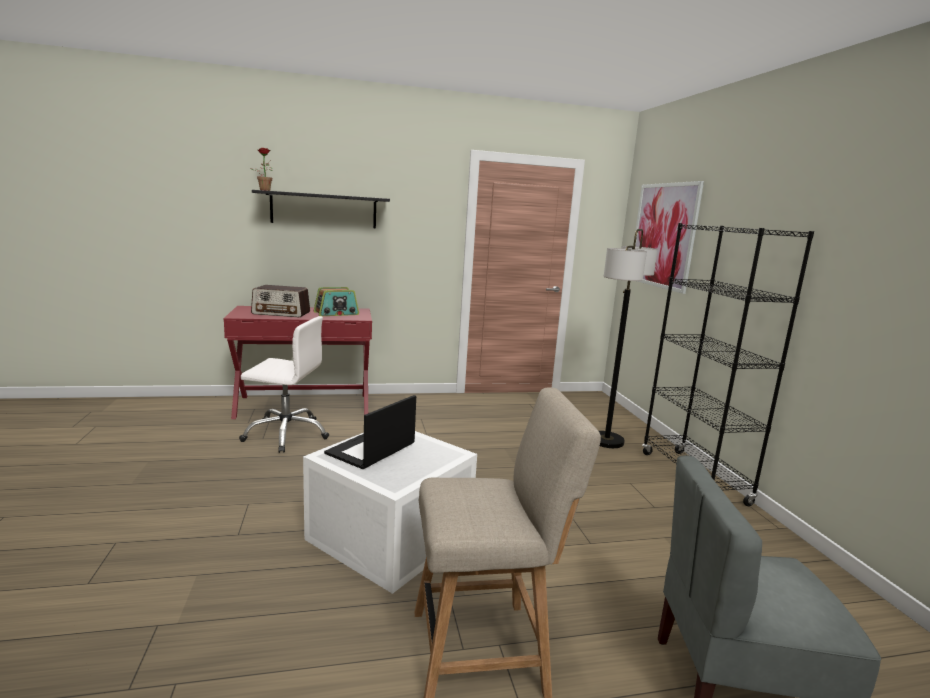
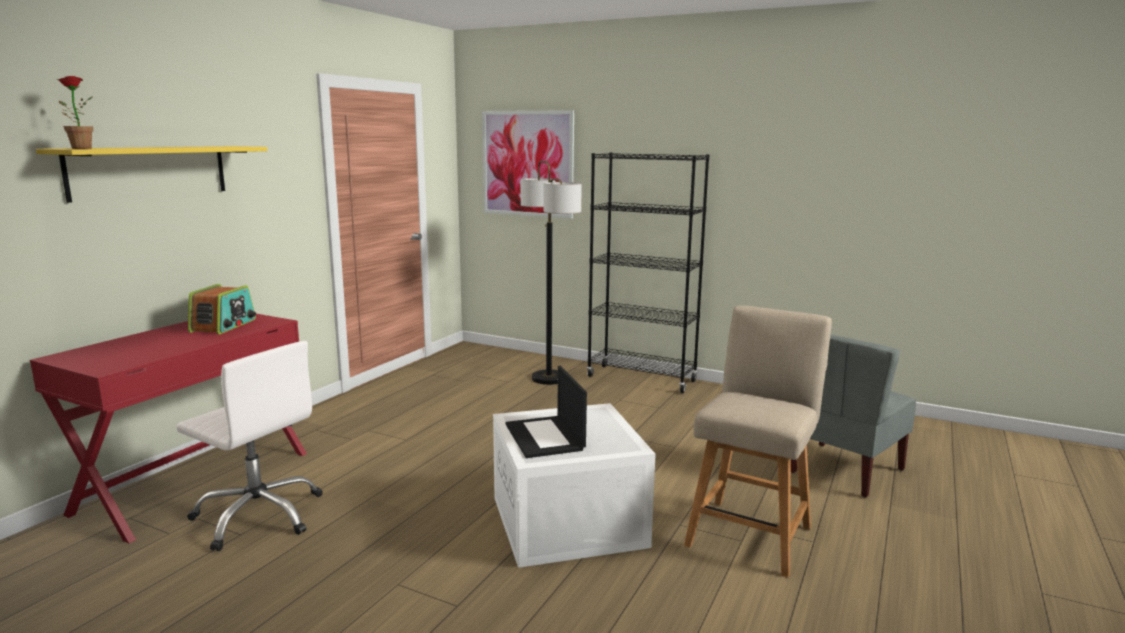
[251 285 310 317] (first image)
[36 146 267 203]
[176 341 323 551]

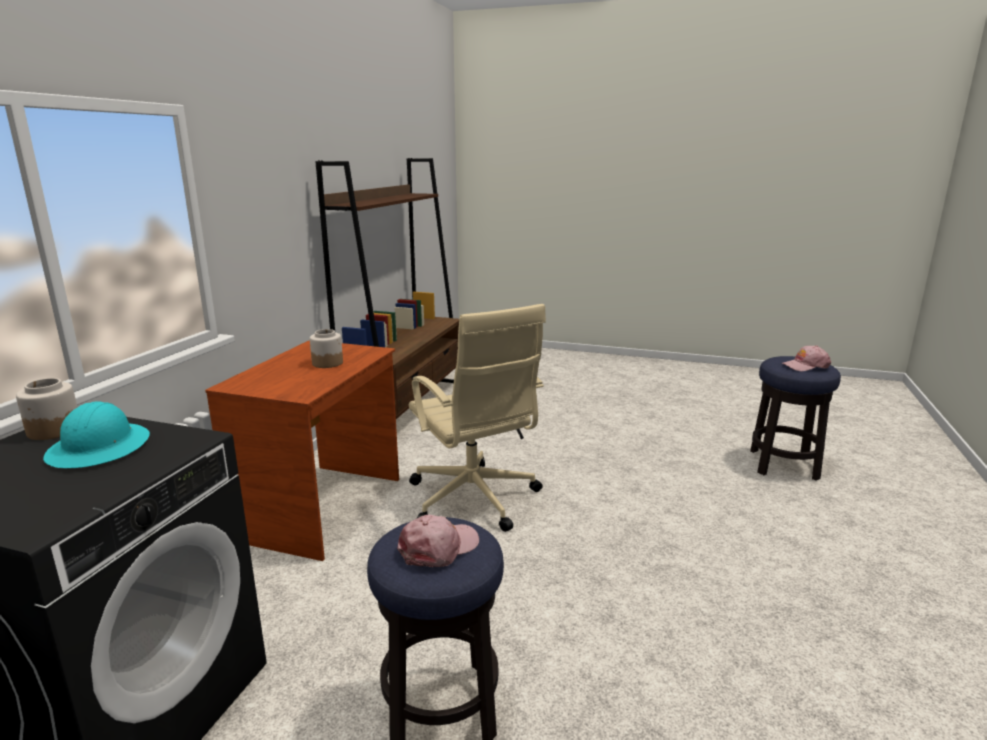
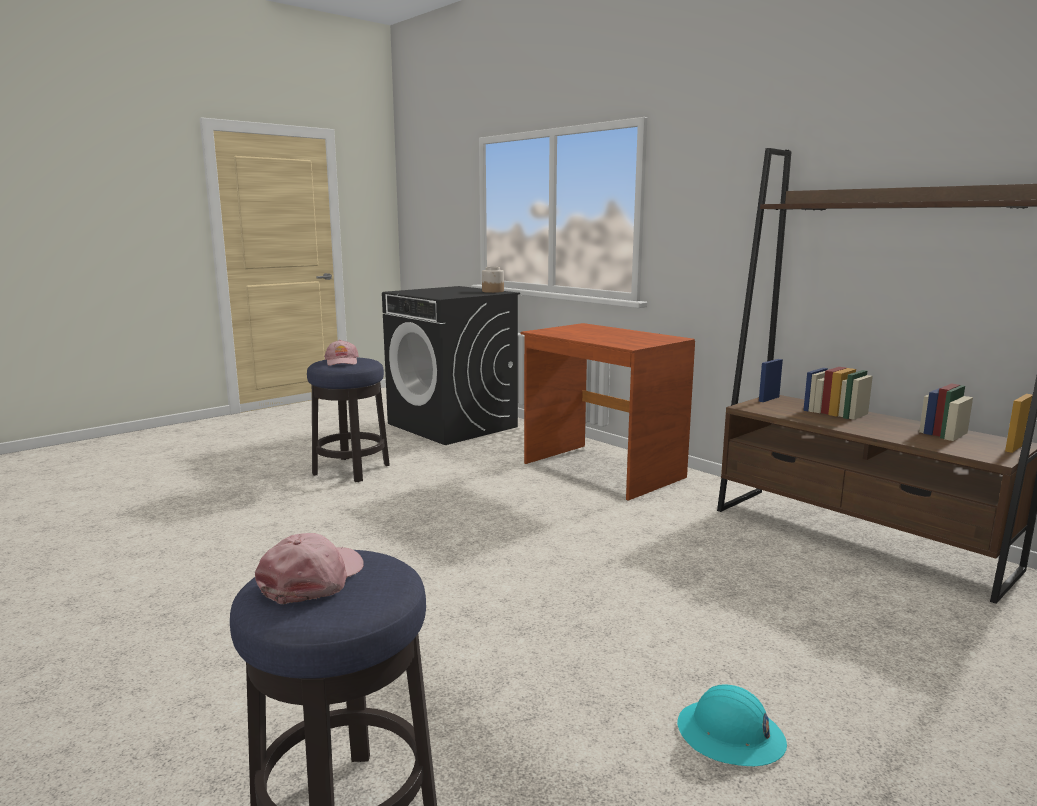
[310 329 343 368] (first image)
[409 304 546 532] (first image)
[677 684 787 766]

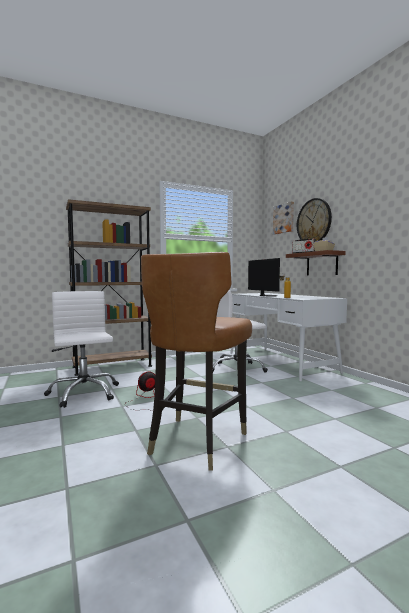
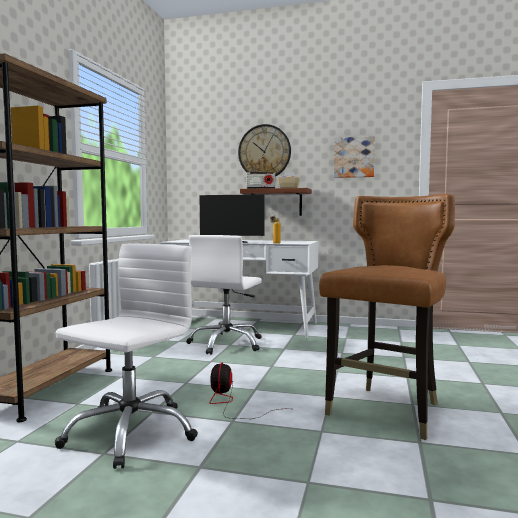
[334 136 375 178]
[55 244 198 469]
[319 194 455 440]

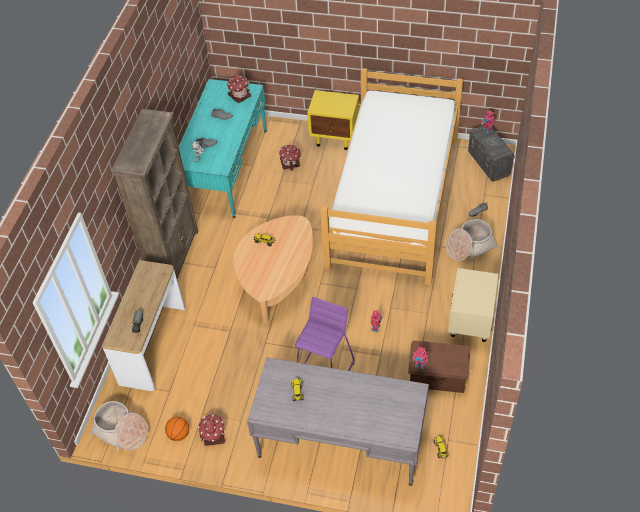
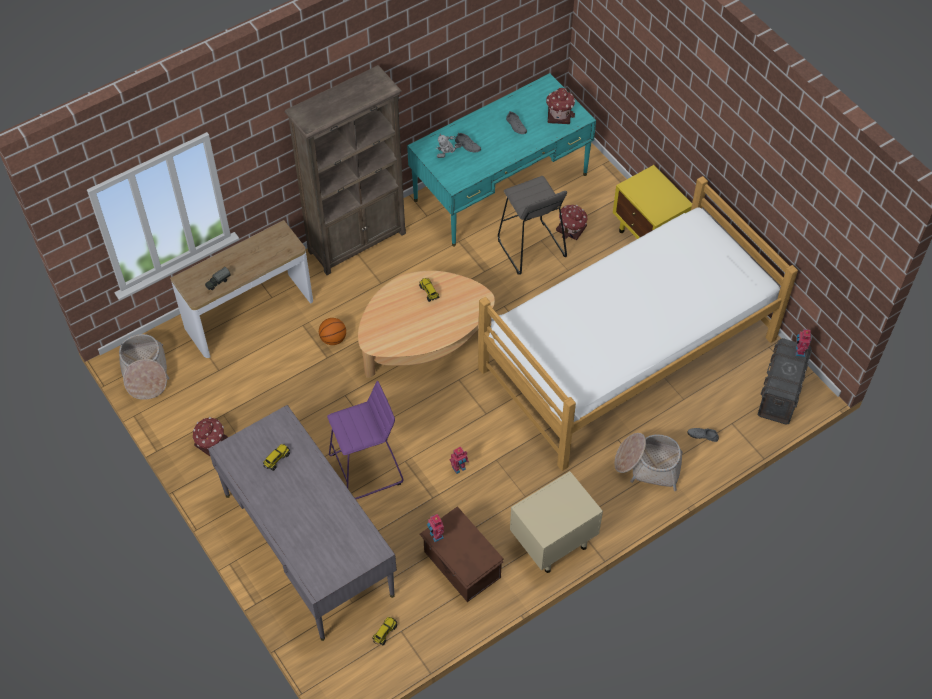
[498 176 567 275]
[319 318 346 345]

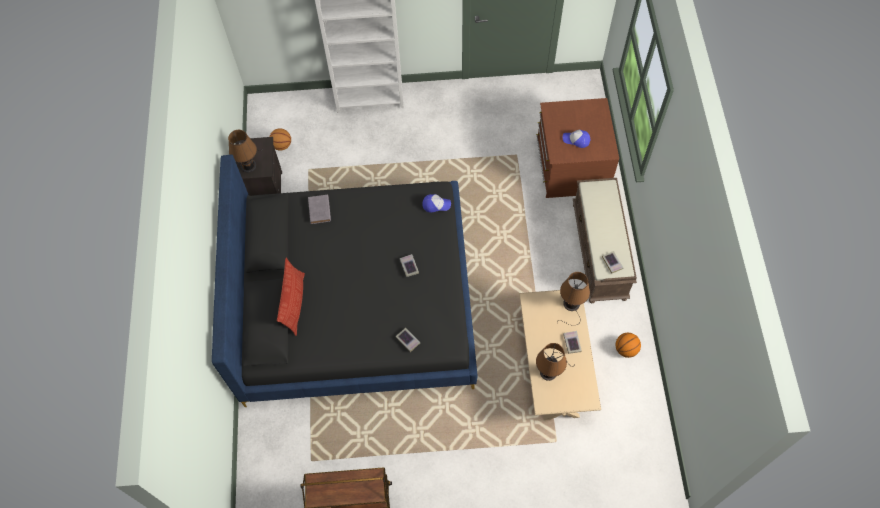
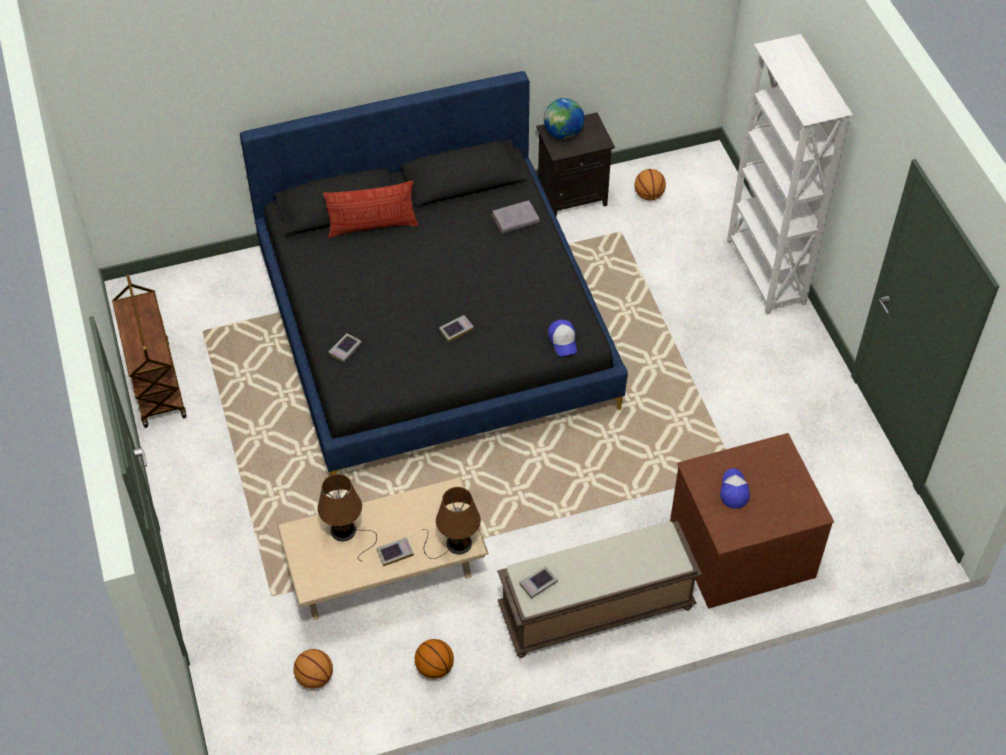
[293 649 333 689]
[544 98 584 139]

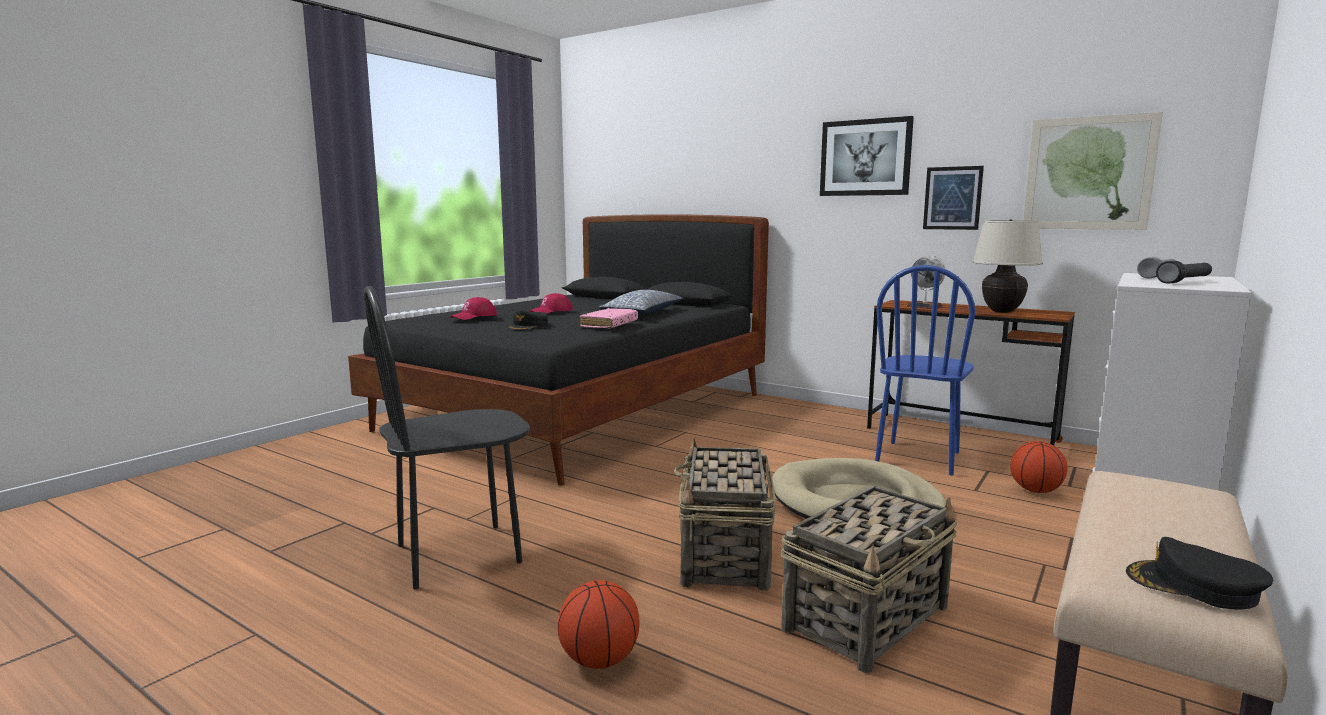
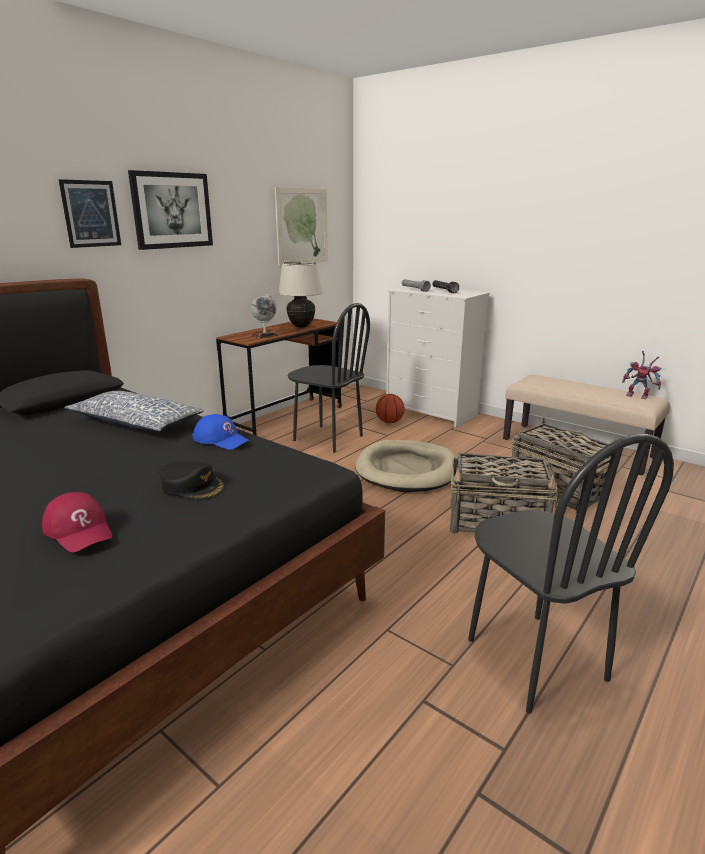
[529 293 573 313] (first image)
[558 580 640 669] (first image)
[58 179 121 248]
[192 414 250 450]
[622 351 662 399]
[287 303 370 453]

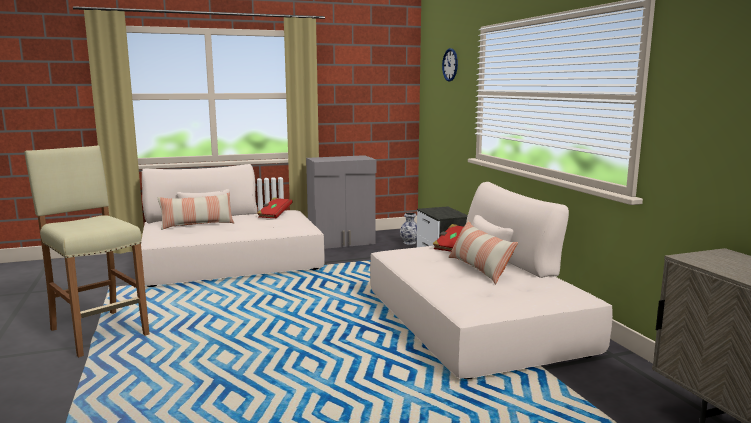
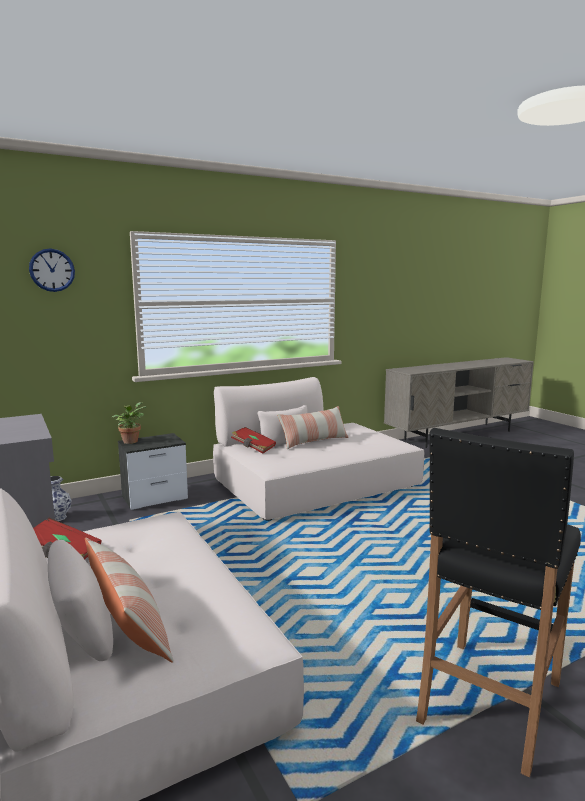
[111 402 147 444]
[416 428 581 778]

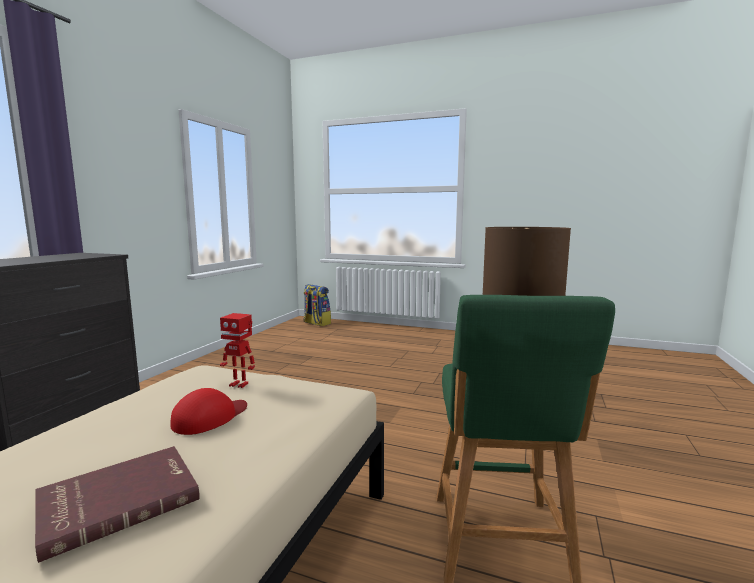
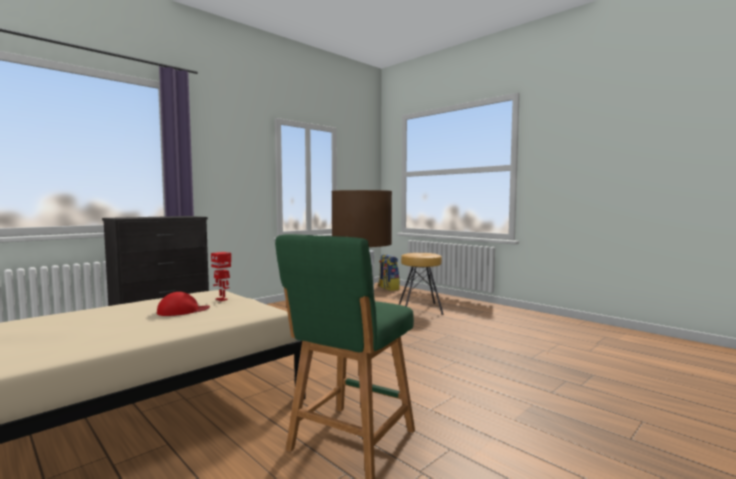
[35 446 200 563] (first image)
[399 253 444 315]

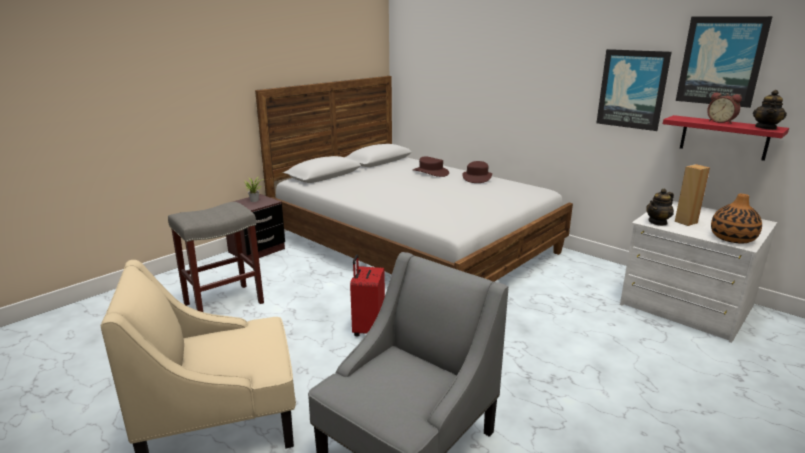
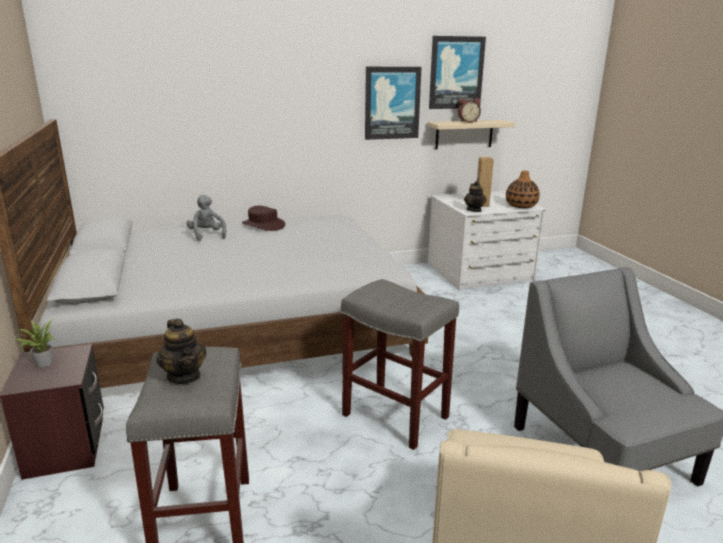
[156 319 206 384]
[341 279 459 450]
[186 195 226 241]
[427 120 515 149]

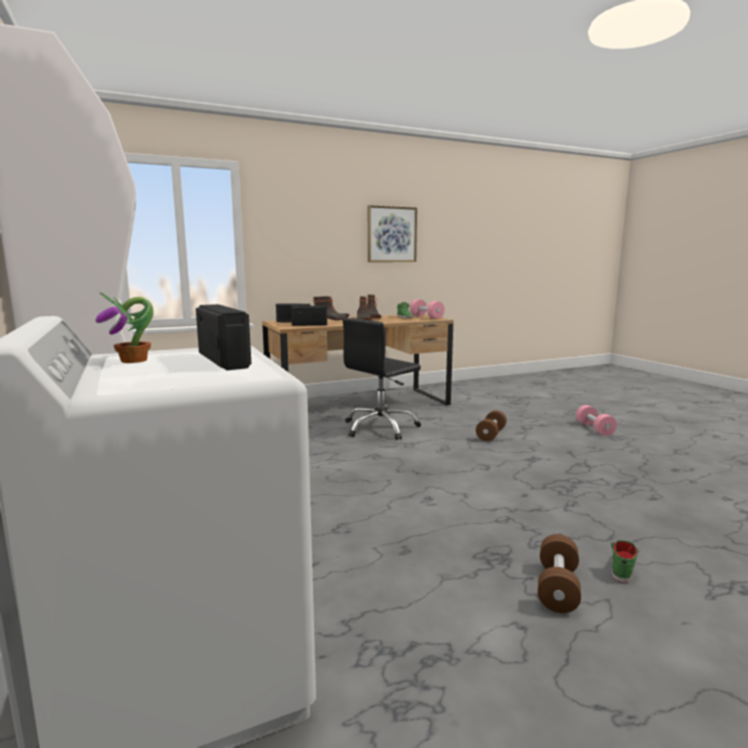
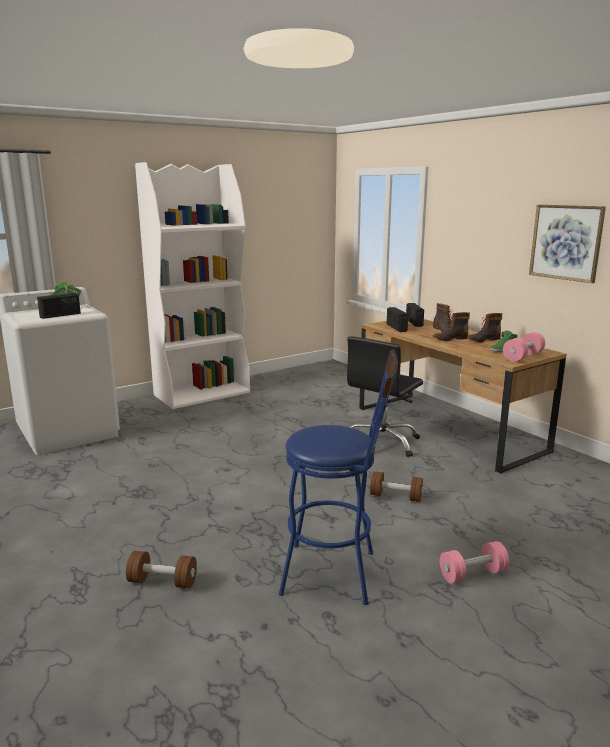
[611 540 640 583] (first image)
[279 349 398 605]
[126 551 197 588]
[347 336 423 457]

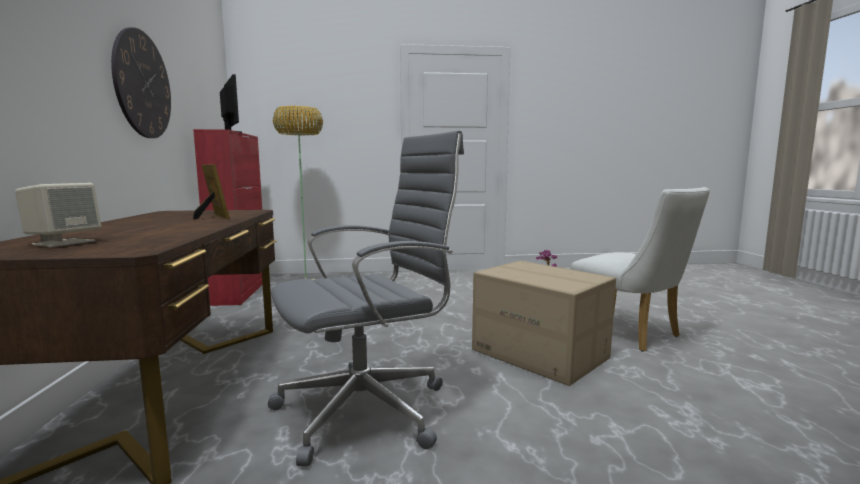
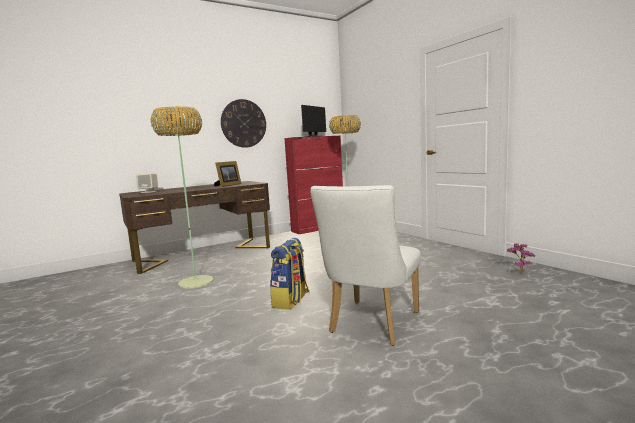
[150 106 213 289]
[270 238 310 310]

